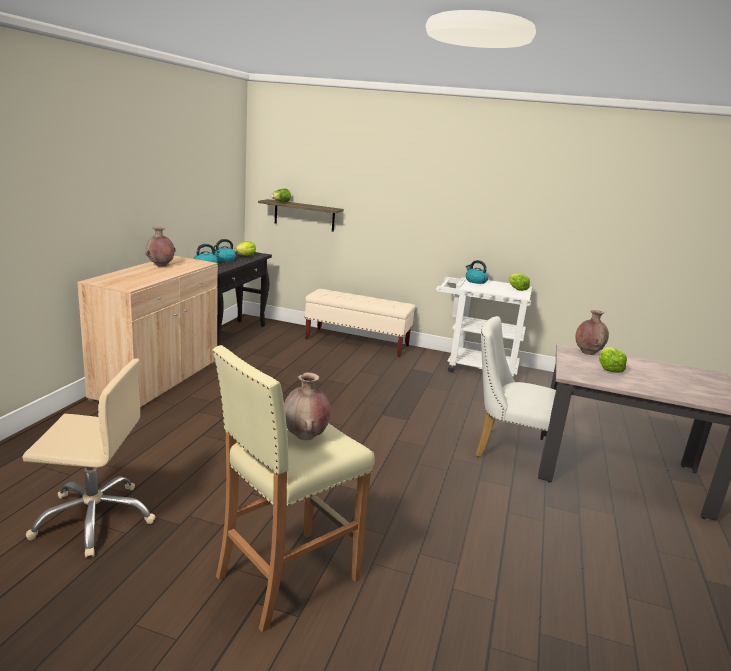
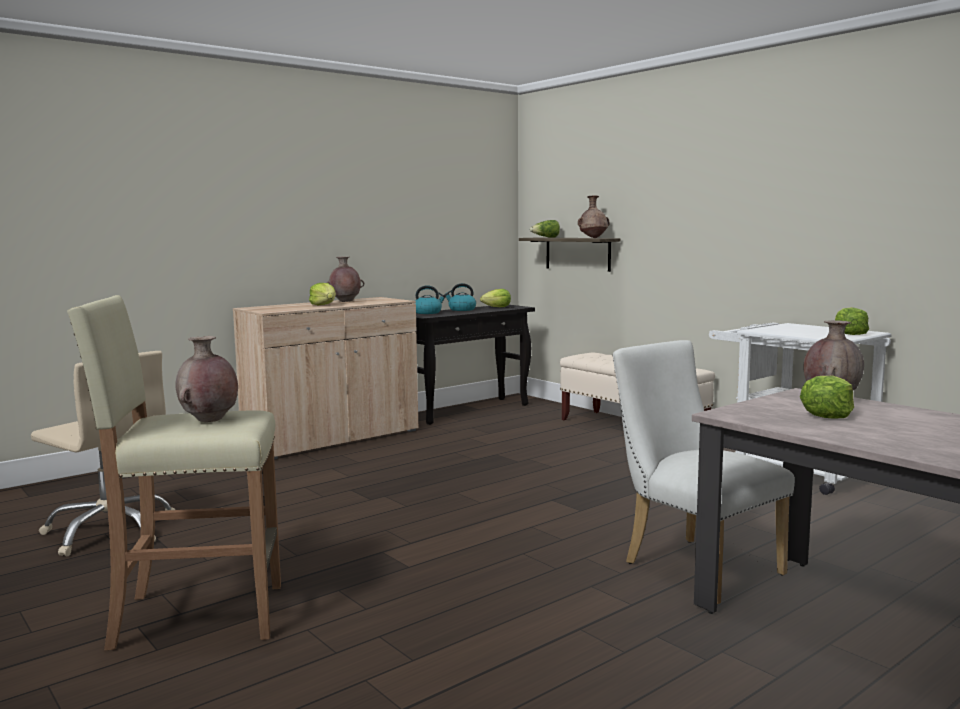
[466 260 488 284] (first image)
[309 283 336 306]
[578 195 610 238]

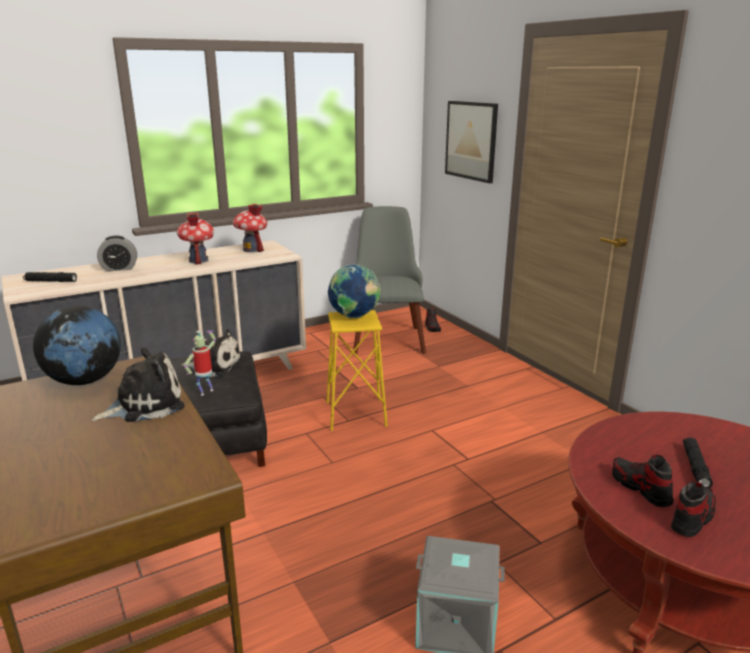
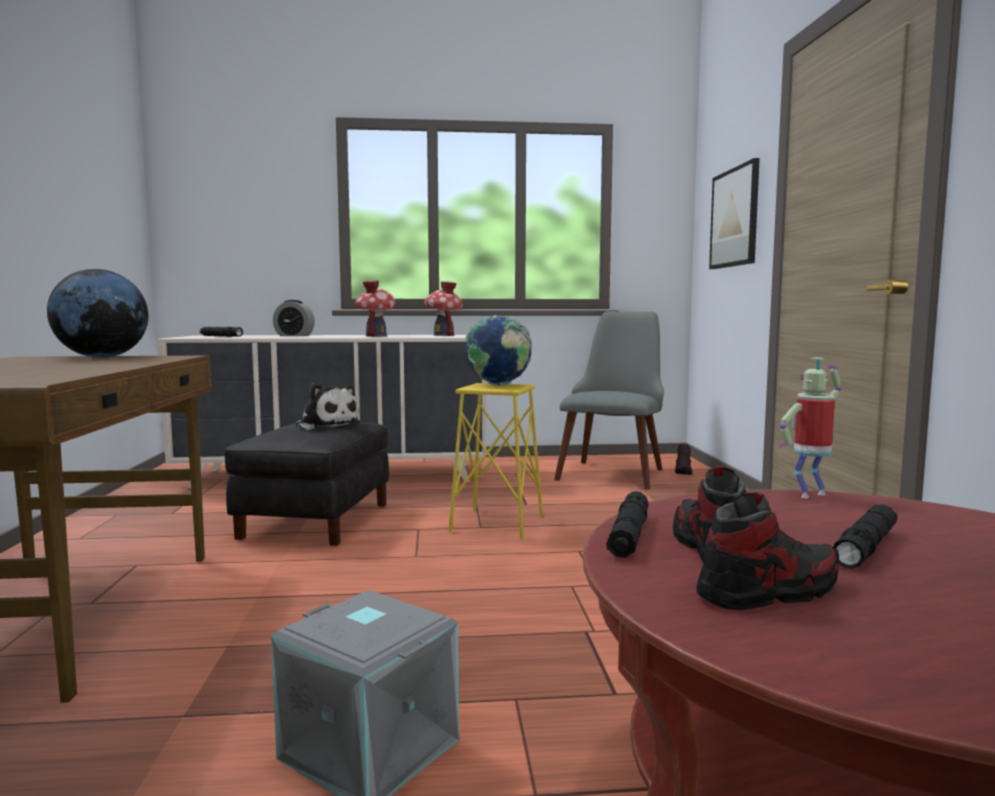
[91 347 185 422] (first image)
[606 491 648 558]
[779 358 842 499]

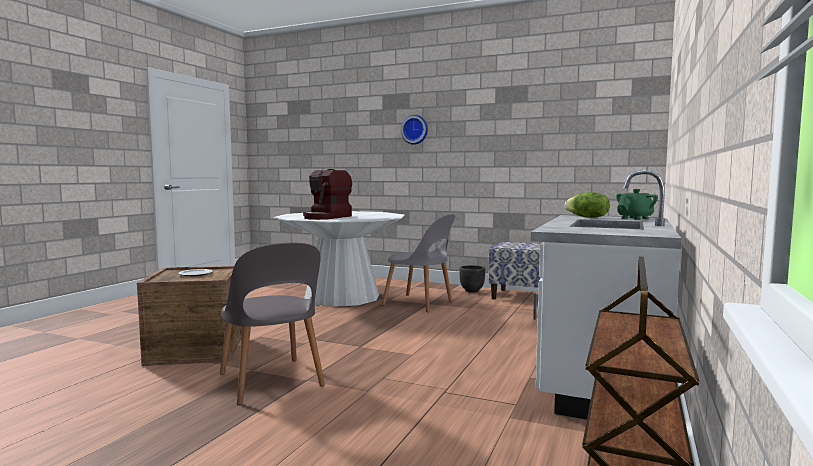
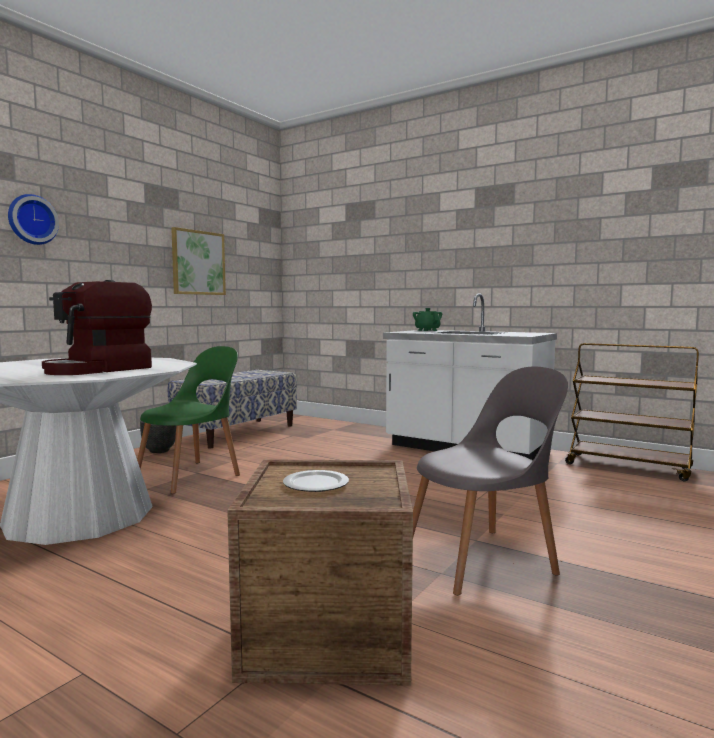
[565 192 610 218] (first image)
[171 227 226 295]
[137 346 240 494]
[42 280 152 375]

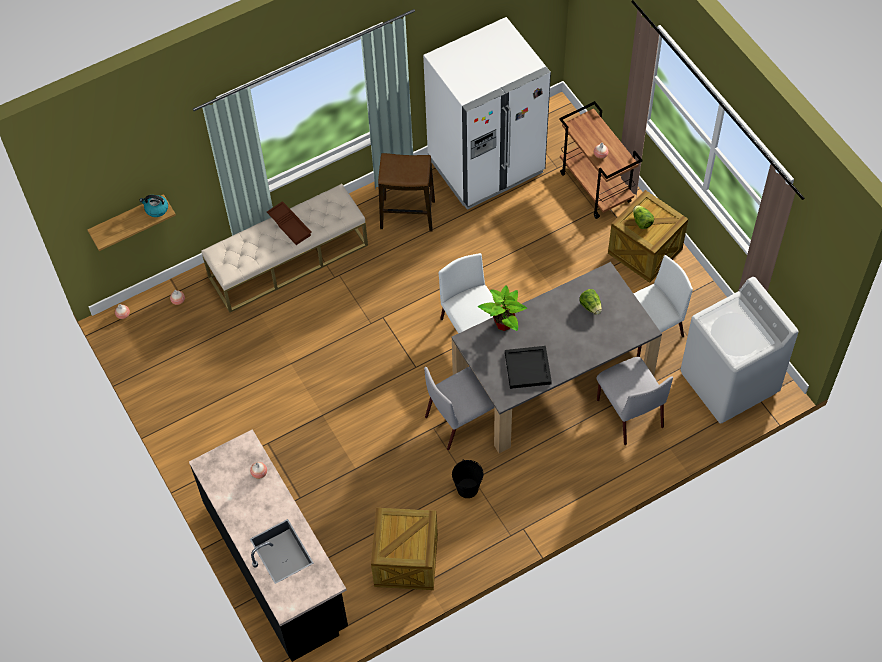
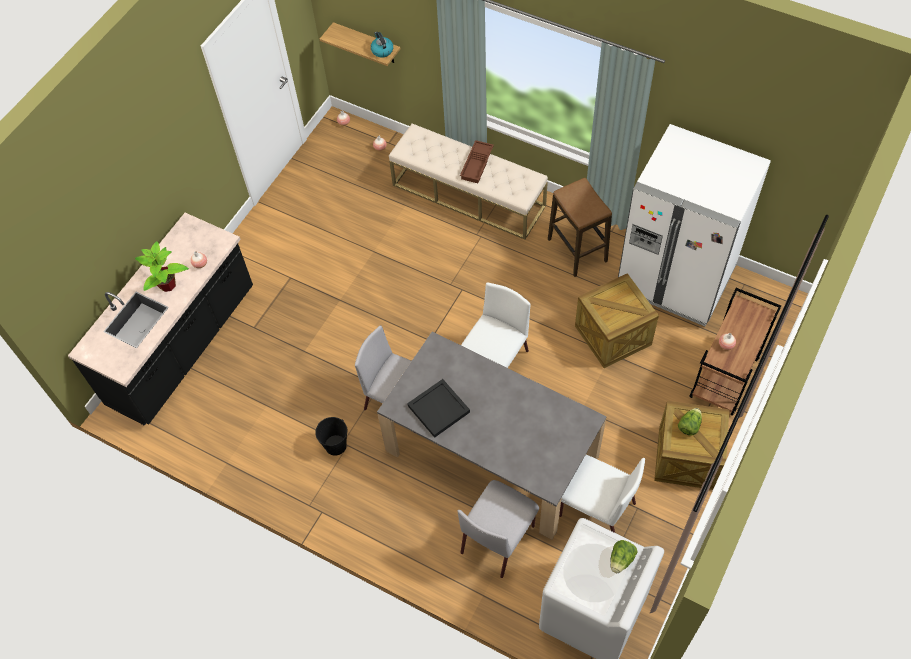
[575 273 659 368]
[135 241 189 292]
[610 540 638 573]

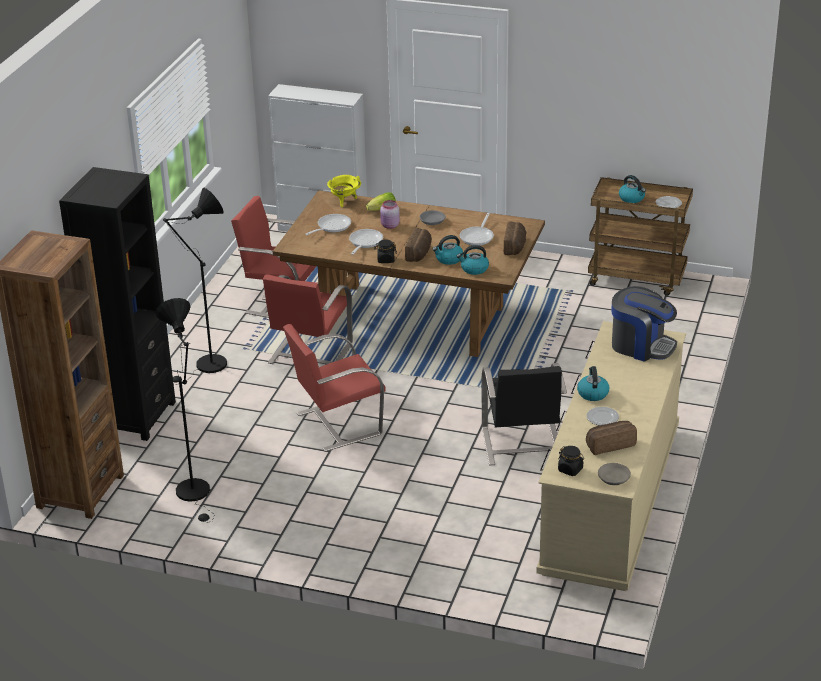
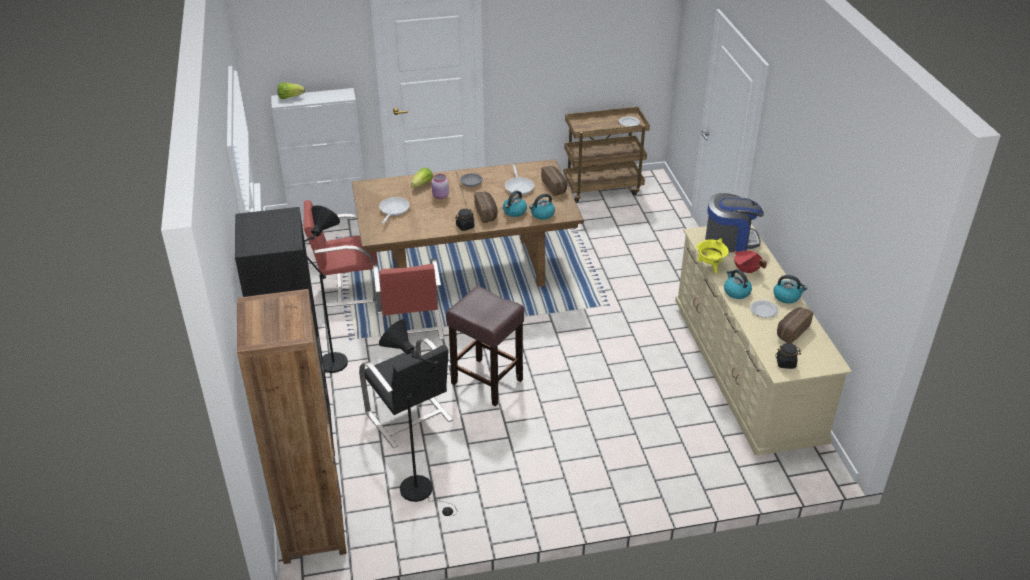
[349 229 383 255] (first image)
[598 463 631 485] (first image)
[277 82 305 99]
[734 251 767 274]
[696 238 729 274]
[359 338 453 448]
[773 275 807 304]
[446 286 524 406]

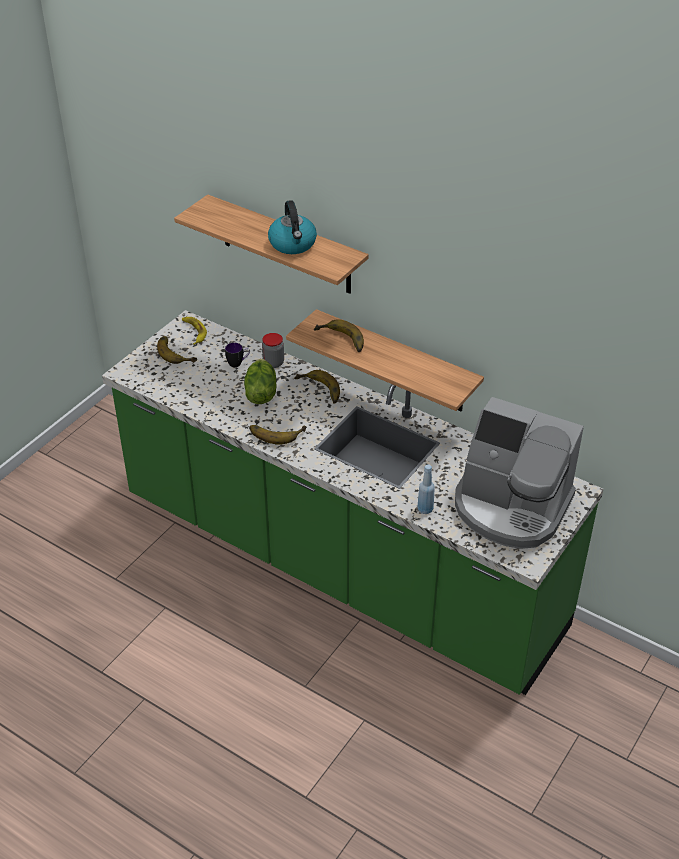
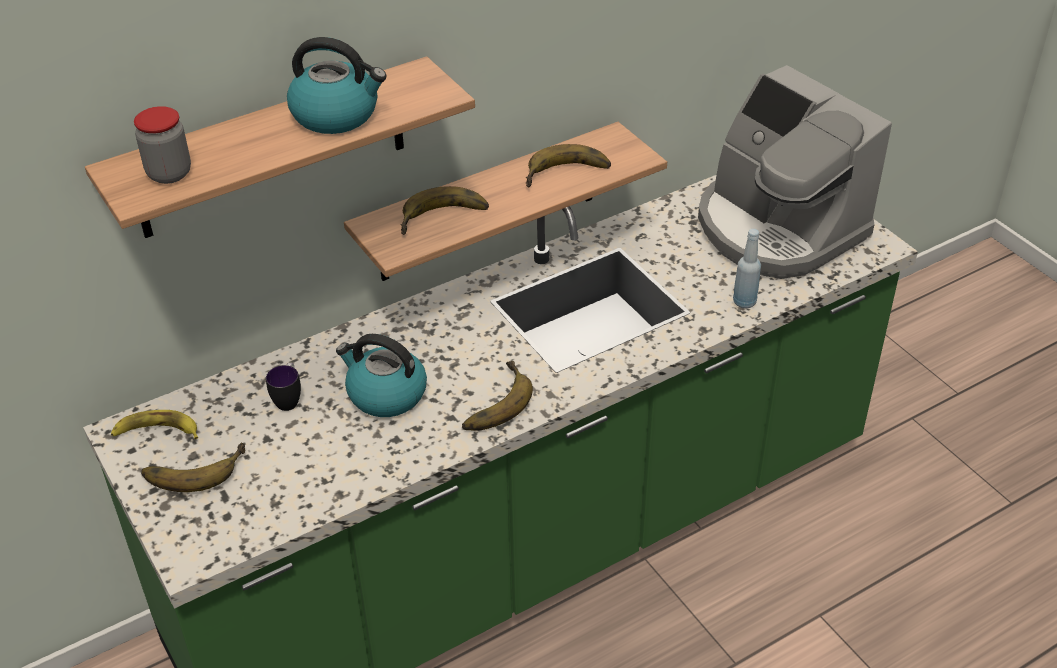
[134 106 191 184]
[526 144 611 187]
[336 334 427 417]
[698 65 892 279]

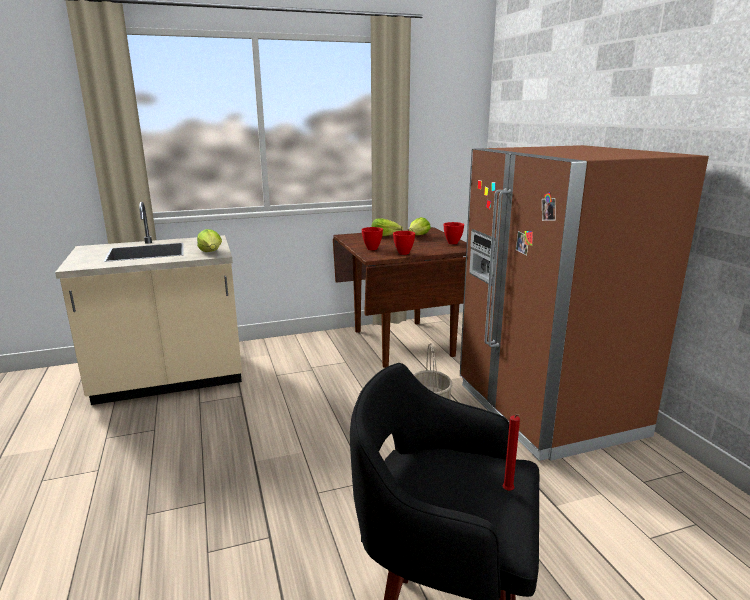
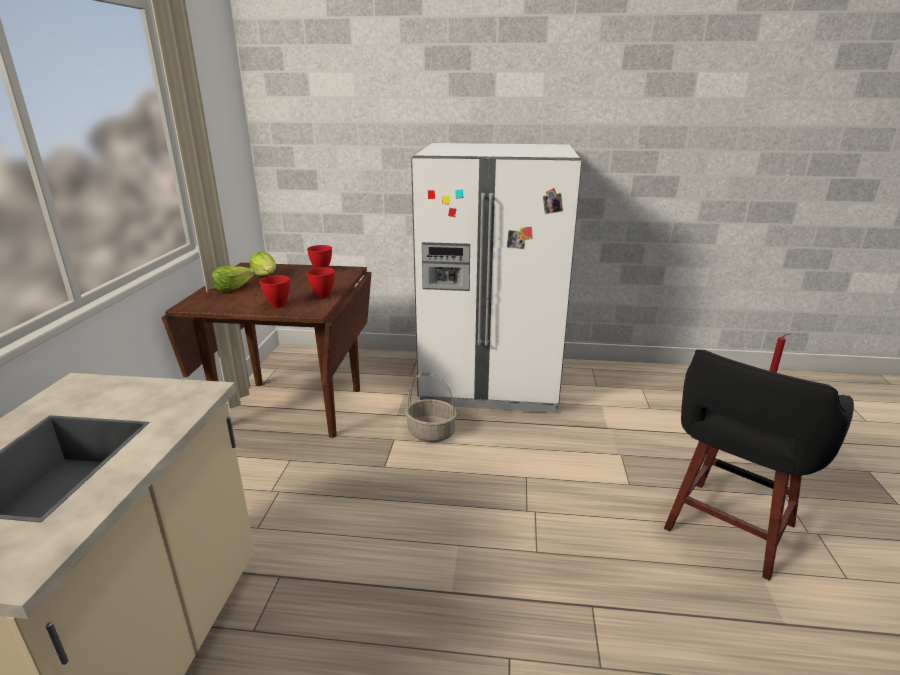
[197 229 222 252] (first image)
[411 143 582 413]

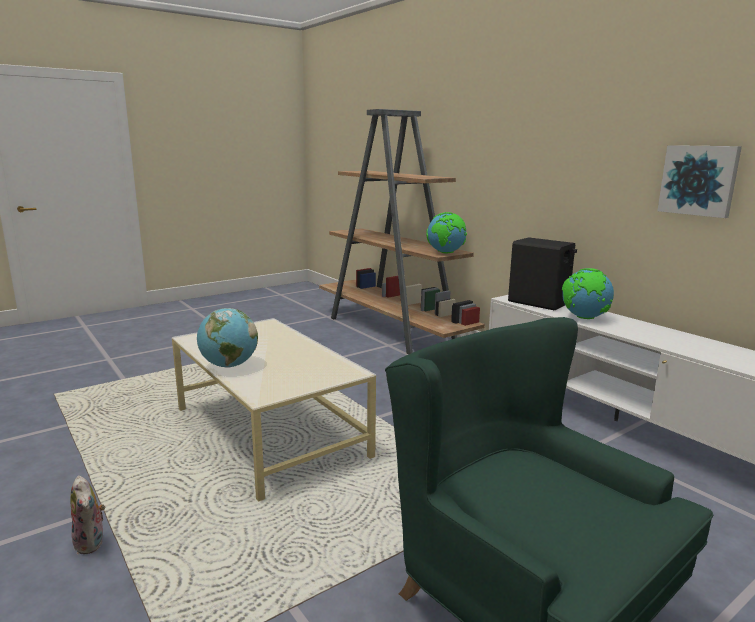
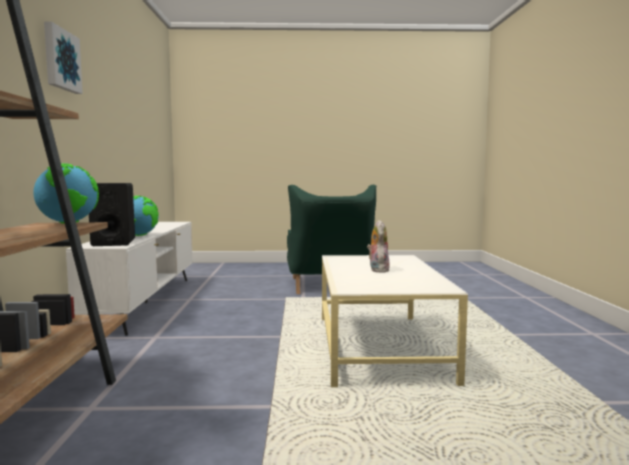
[197 308 258 368] (first image)
[367 220 390 273]
[44 21 83 94]

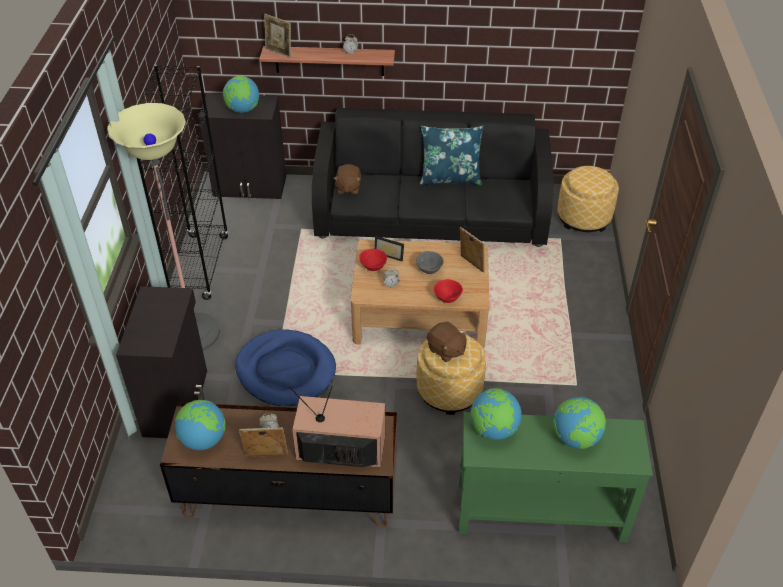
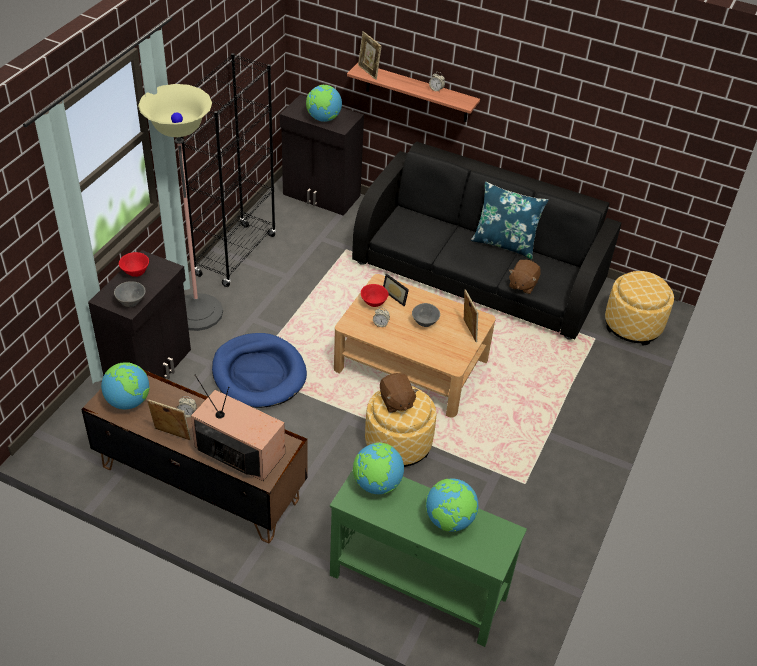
[114 281 146 307]
[509 260 541 294]
[119 252 149 277]

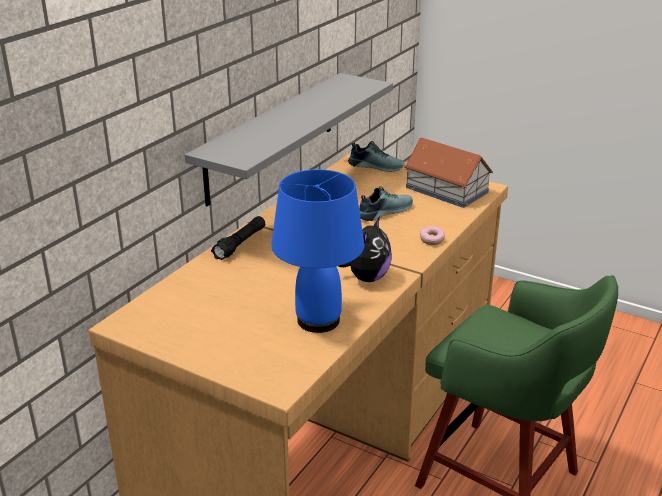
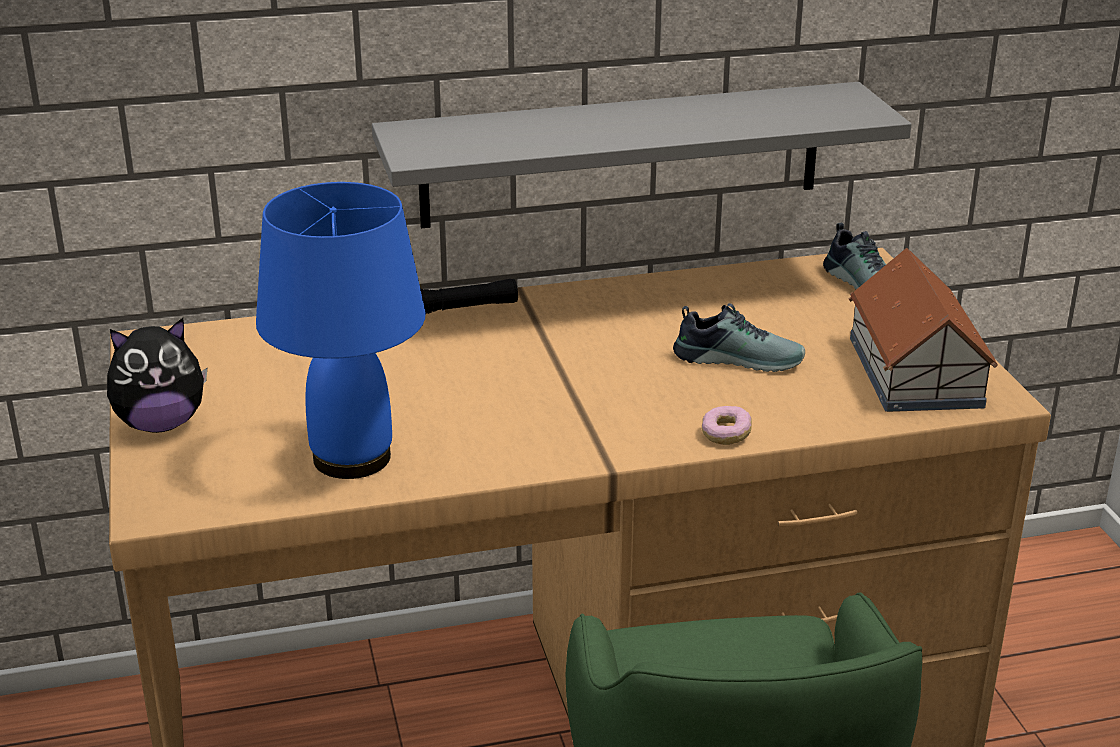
[107 318 207 433]

